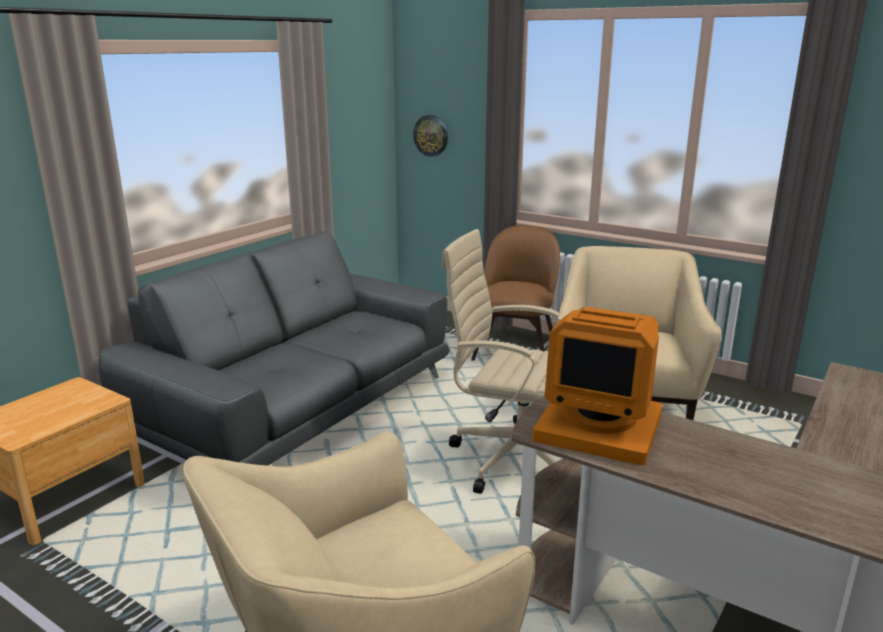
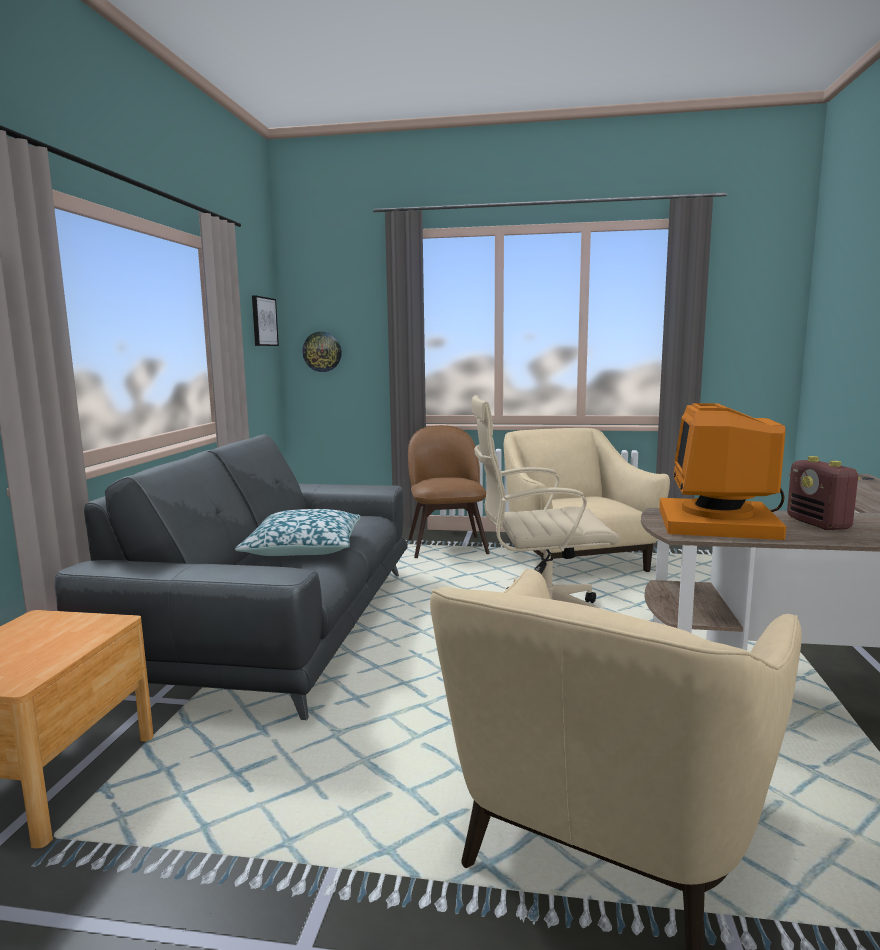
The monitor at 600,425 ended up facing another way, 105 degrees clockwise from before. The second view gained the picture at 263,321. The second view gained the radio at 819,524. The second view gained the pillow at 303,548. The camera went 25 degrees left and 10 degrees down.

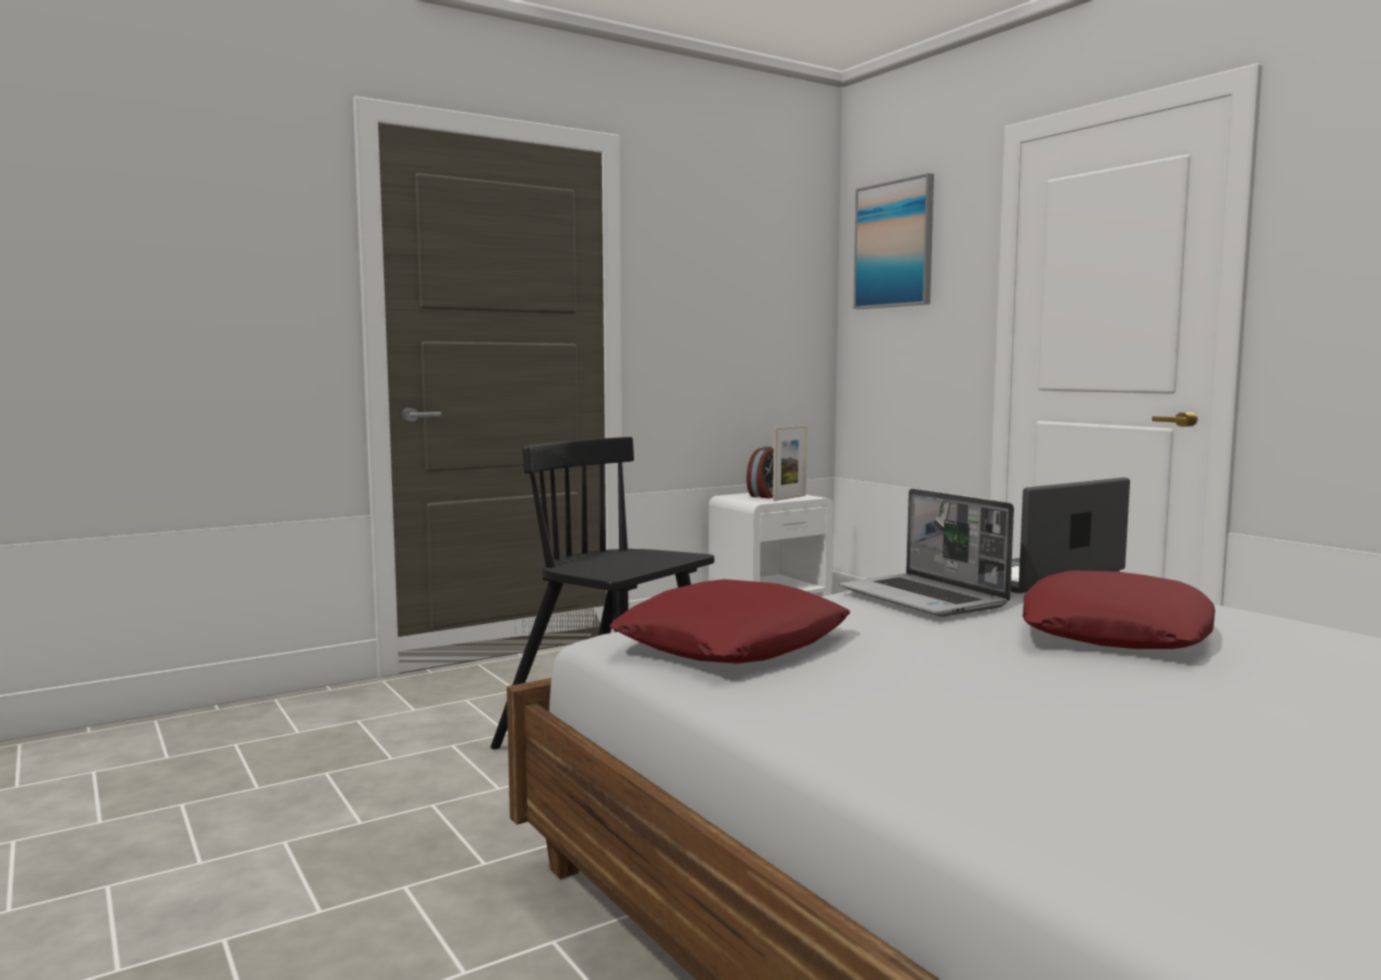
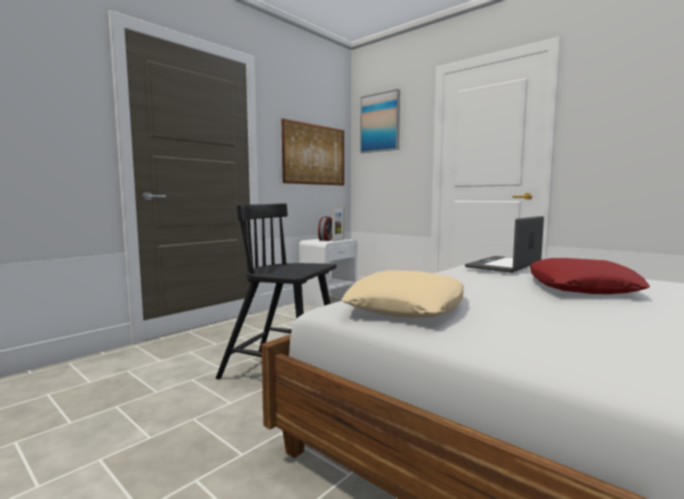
The second view lost the laptop at 924,598. What was the pillow/red at 732,643 turned into the pillow/beige at 406,306. The second view gained the picture at 315,155. The camera went 15 degrees left and 0 degrees up.

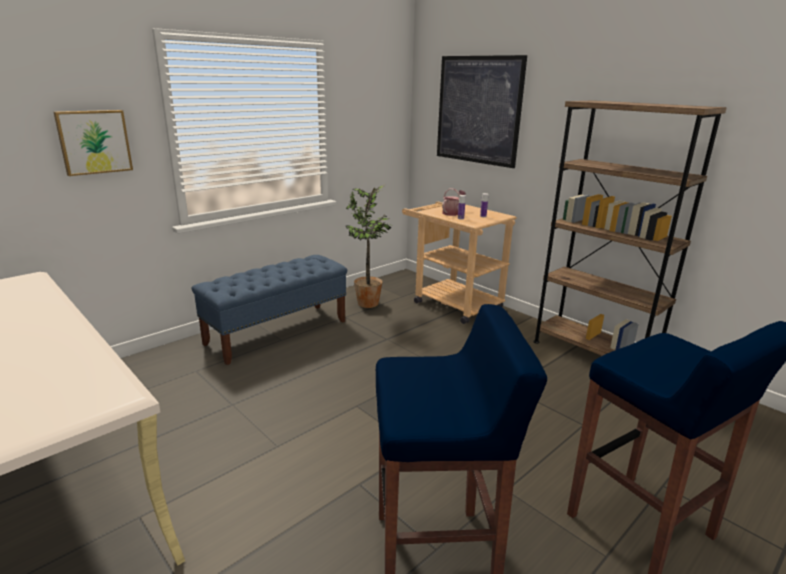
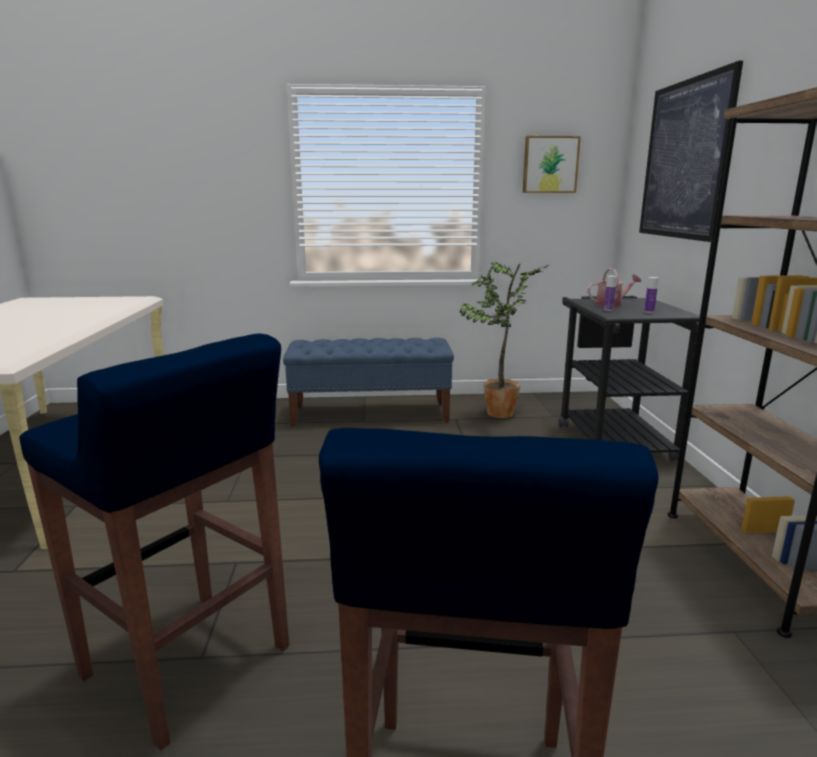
The picture ended up elsewhere, having gone from 94,142 to 550,165. What was the cart/beige at 451,302 turned into the cart/black at 609,438. The camera went 40 degrees right and 5 degrees down.

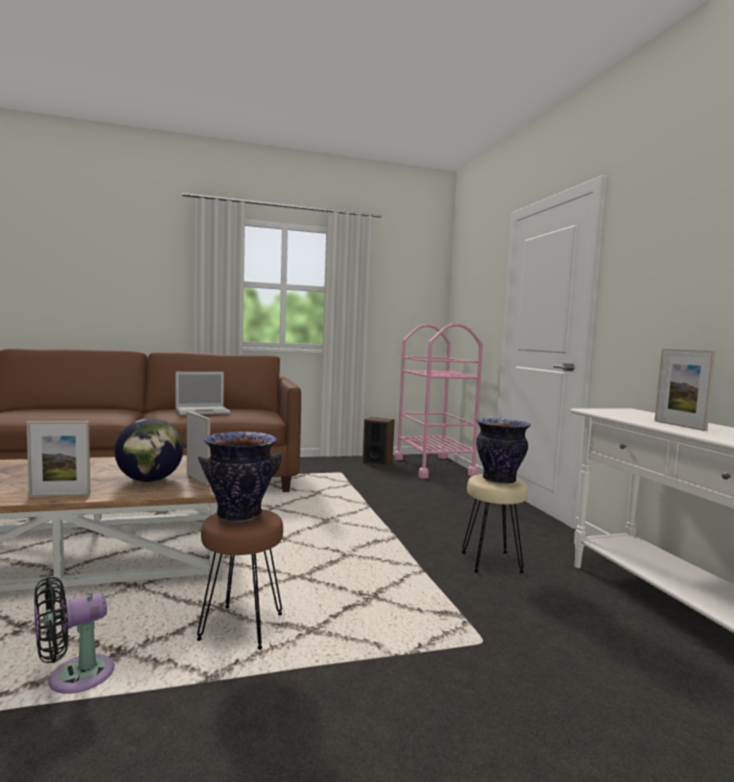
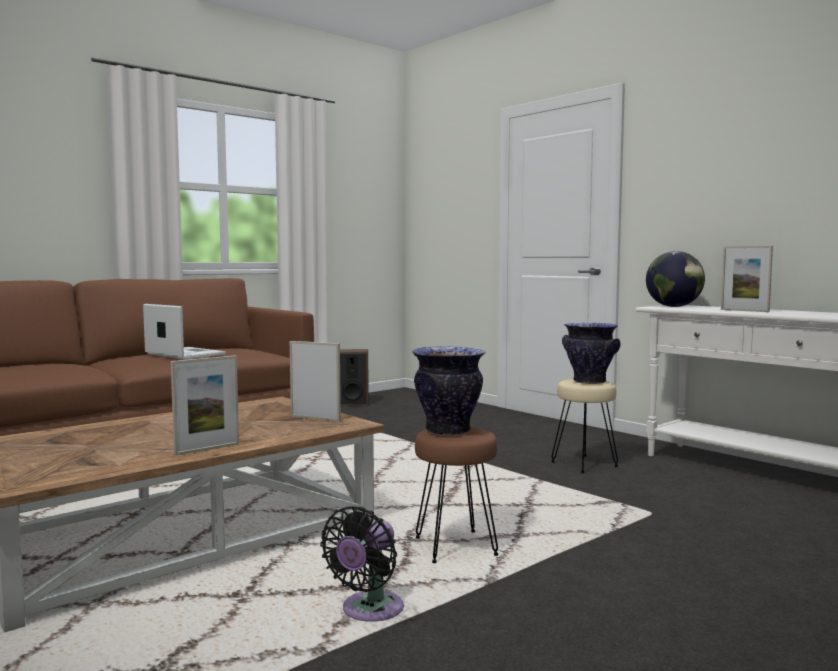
The second view lost the cart/pink at 434,467. The laptop at 203,411 ended up facing another way, 90 degrees counterclockwise from before. The globe ended up elsewhere, having gone from 149,480 to 674,306. The camera went 25 degrees left and 0 degrees up.

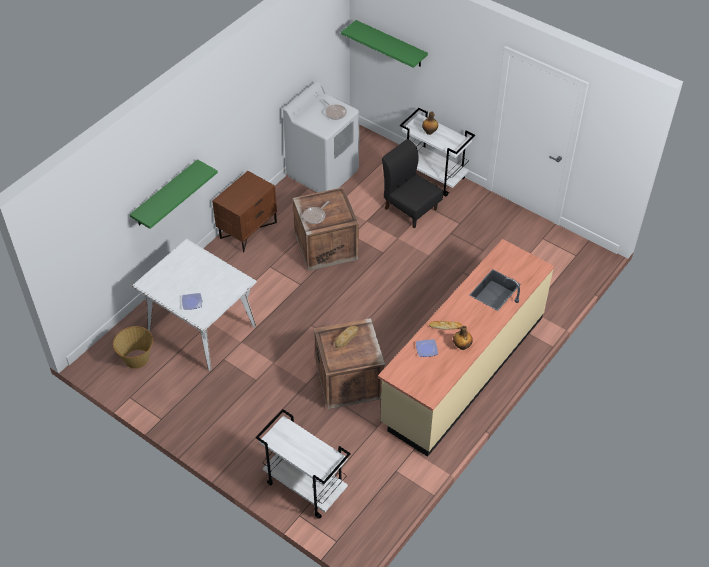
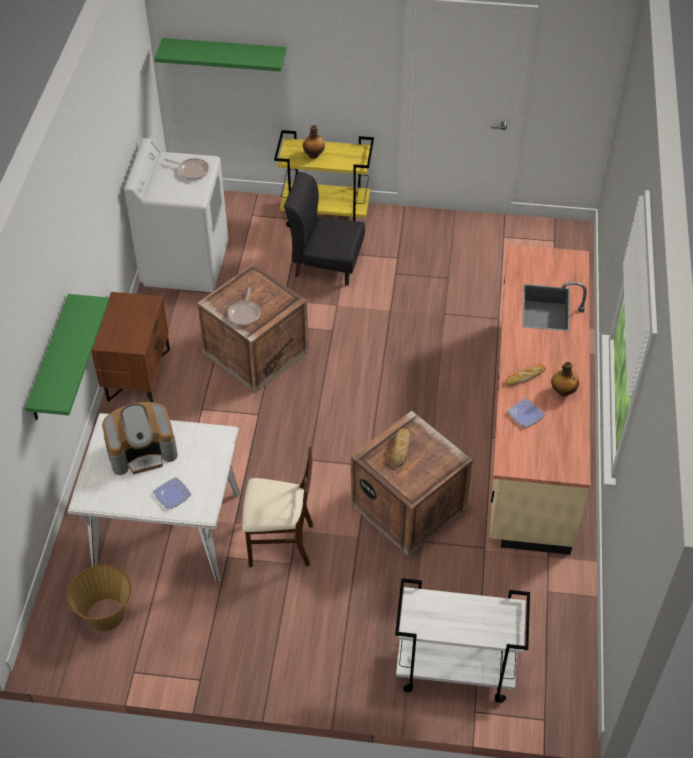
What was the cart/white at 434,176 turned into the cart/yellow at 326,214. The second view gained the coffee machine at 142,451. The second view gained the chair/beige at 280,543. The camera went 30 degrees left and 0 degrees up.

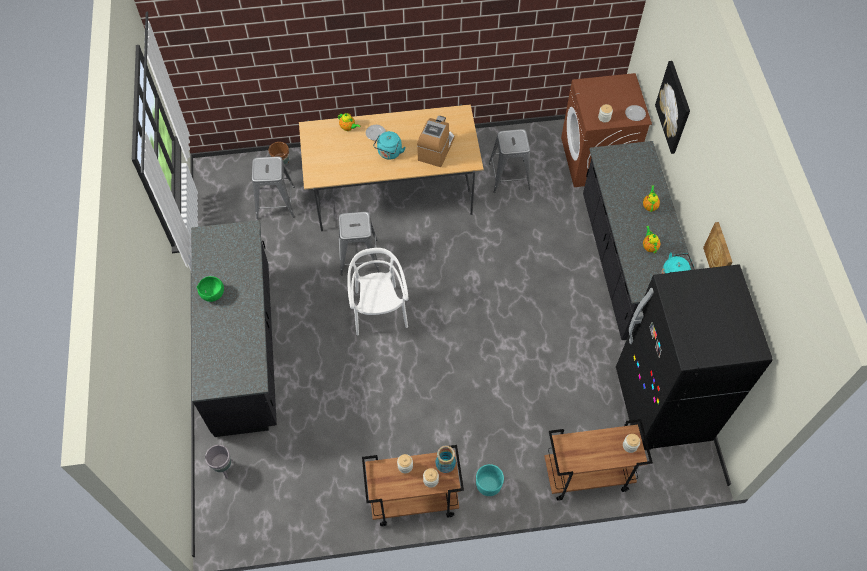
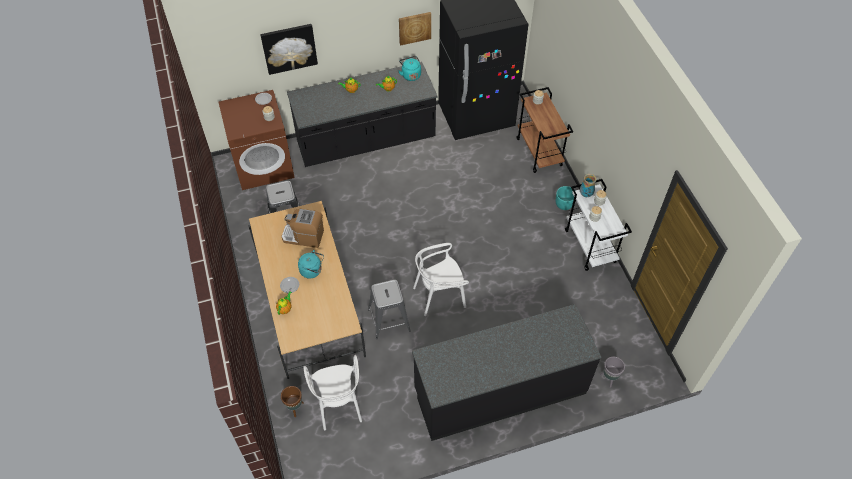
Where the stool/grey stood at 276,203, the chair/white came to stand at 338,404. The second view lost the bowl/green at 213,294. What was the cart/brown at 413,501 turned into the cart/white at 590,246. The camera went 100 degrees left and 5 degrees down.

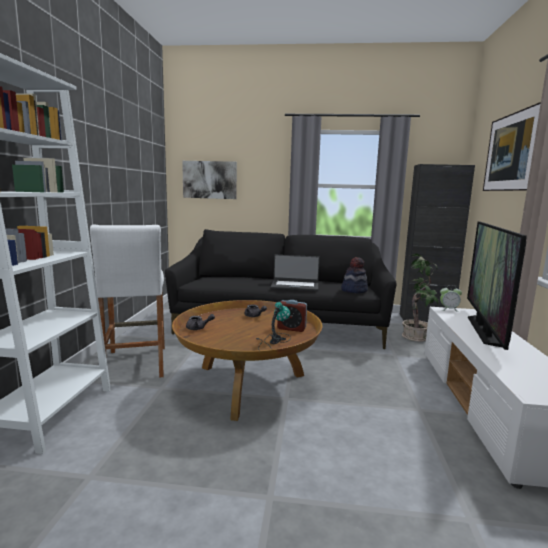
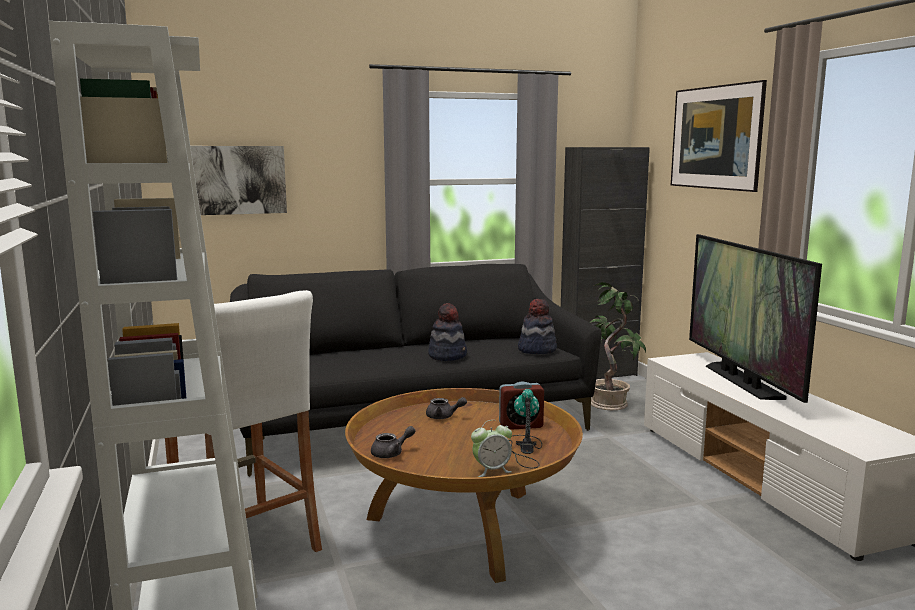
Where the laptop stood at 295,286, the hat came to stand at 447,356. The alarm clock ended up elsewhere, having gone from 448,309 to 491,470. The camera went 25 degrees left and 0 degrees up.

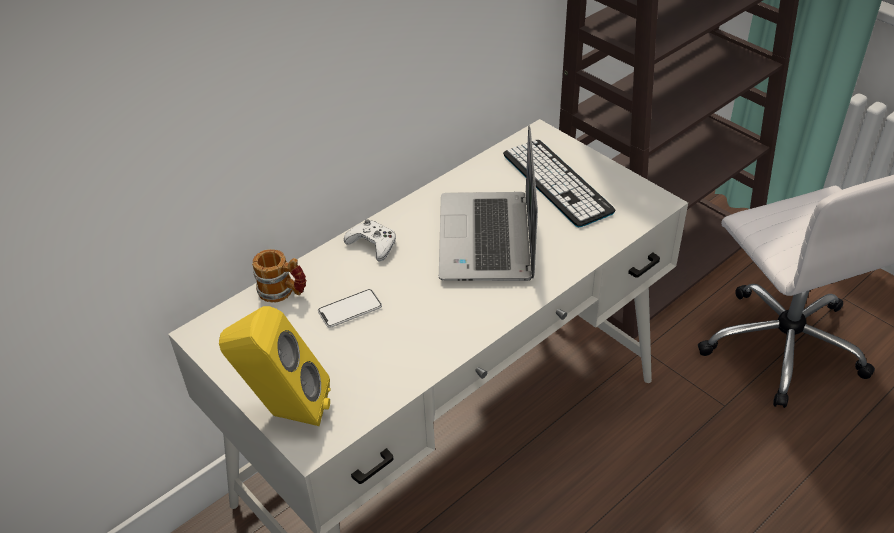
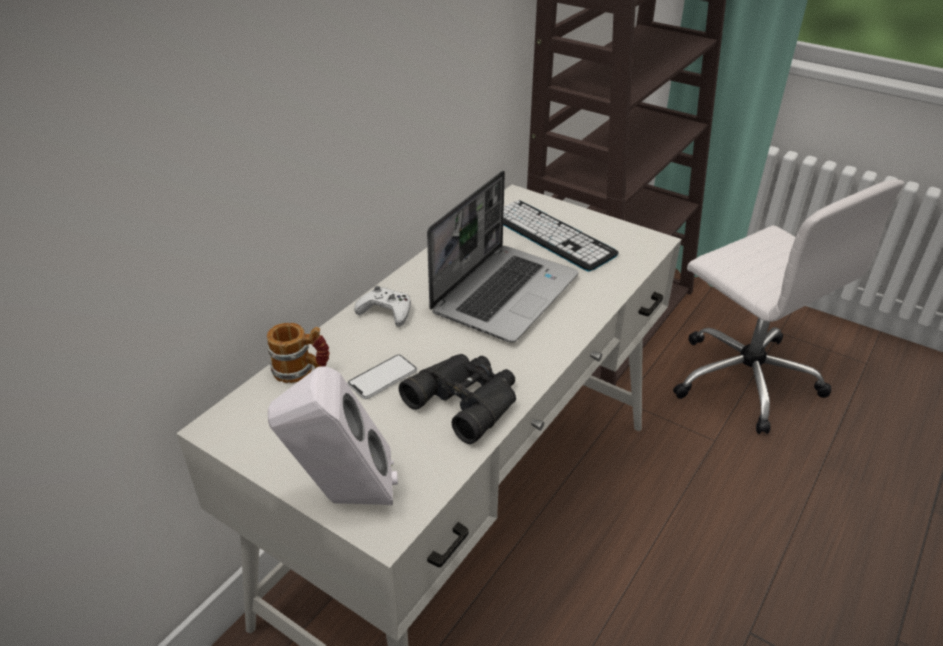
The laptop at 488,240 ended up facing another way, 135 degrees counterclockwise from before. What was the speaker/yellow at 285,412 turned into the speaker/white at 343,497. The second view gained the binoculars/black at 467,399. The camera went 15 degrees left and 5 degrees down.

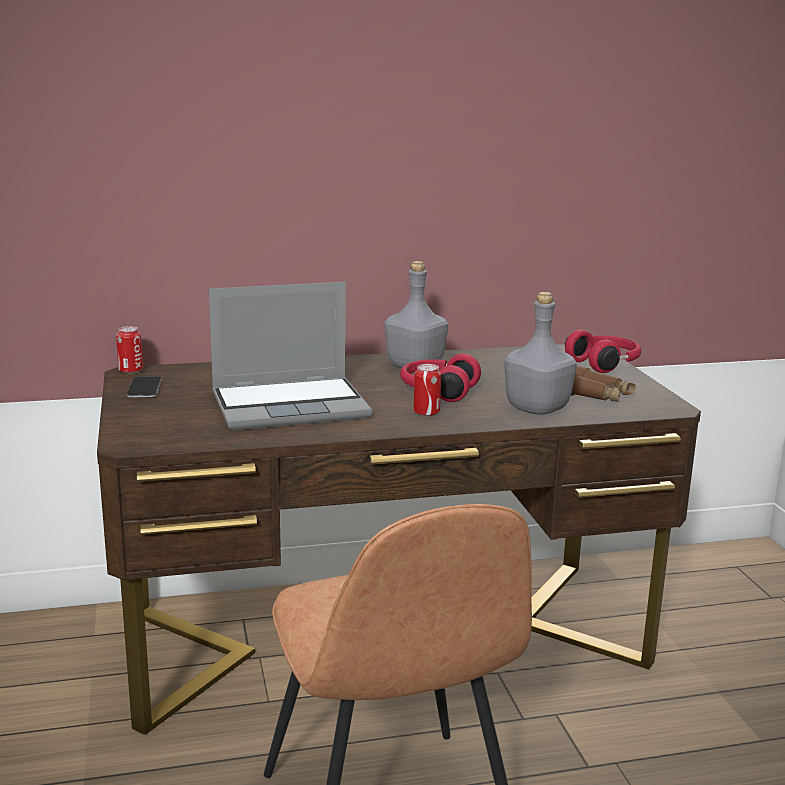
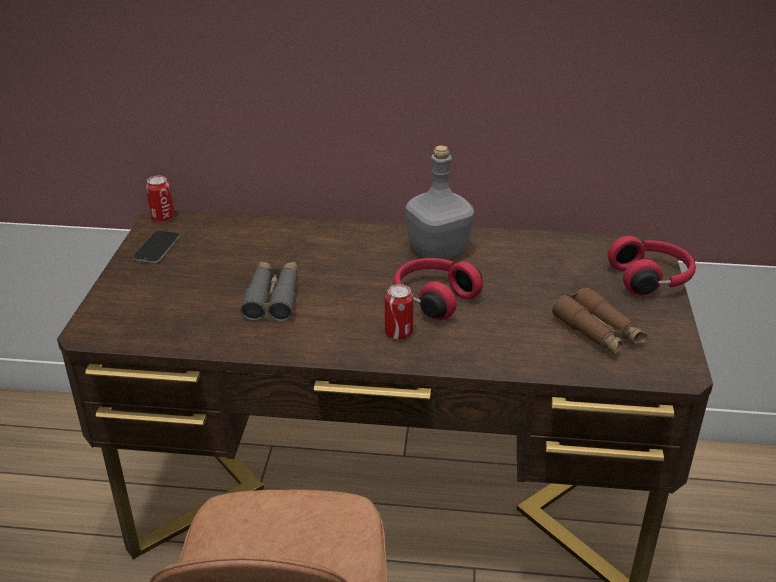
Where the laptop stood at 291,406, the binoculars/grey came to stand at 273,298. The second view lost the bottle/grey at 536,408. The camera went 20 degrees right and 15 degrees up.

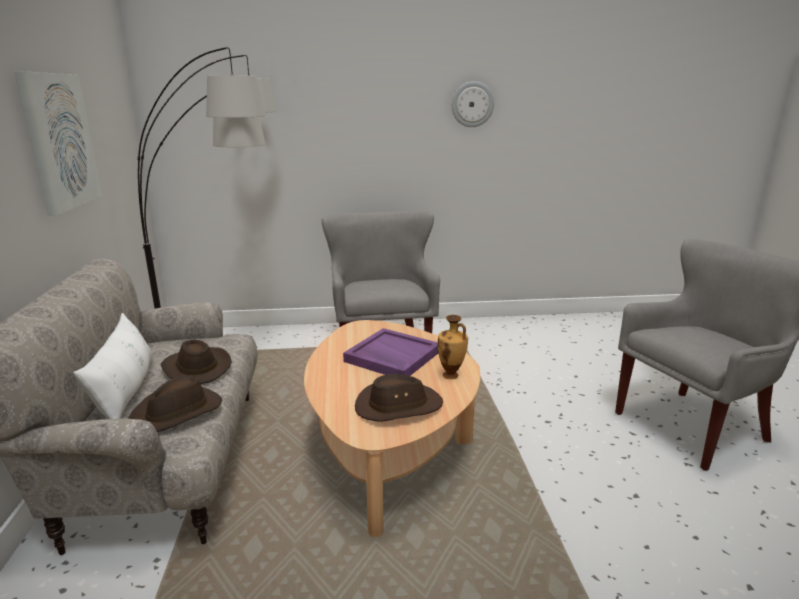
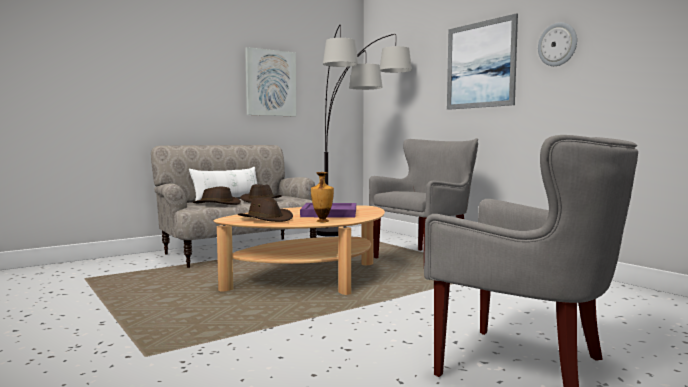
The second view gained the picture at 480,65. The camera went 60 degrees right and 15 degrees down.

